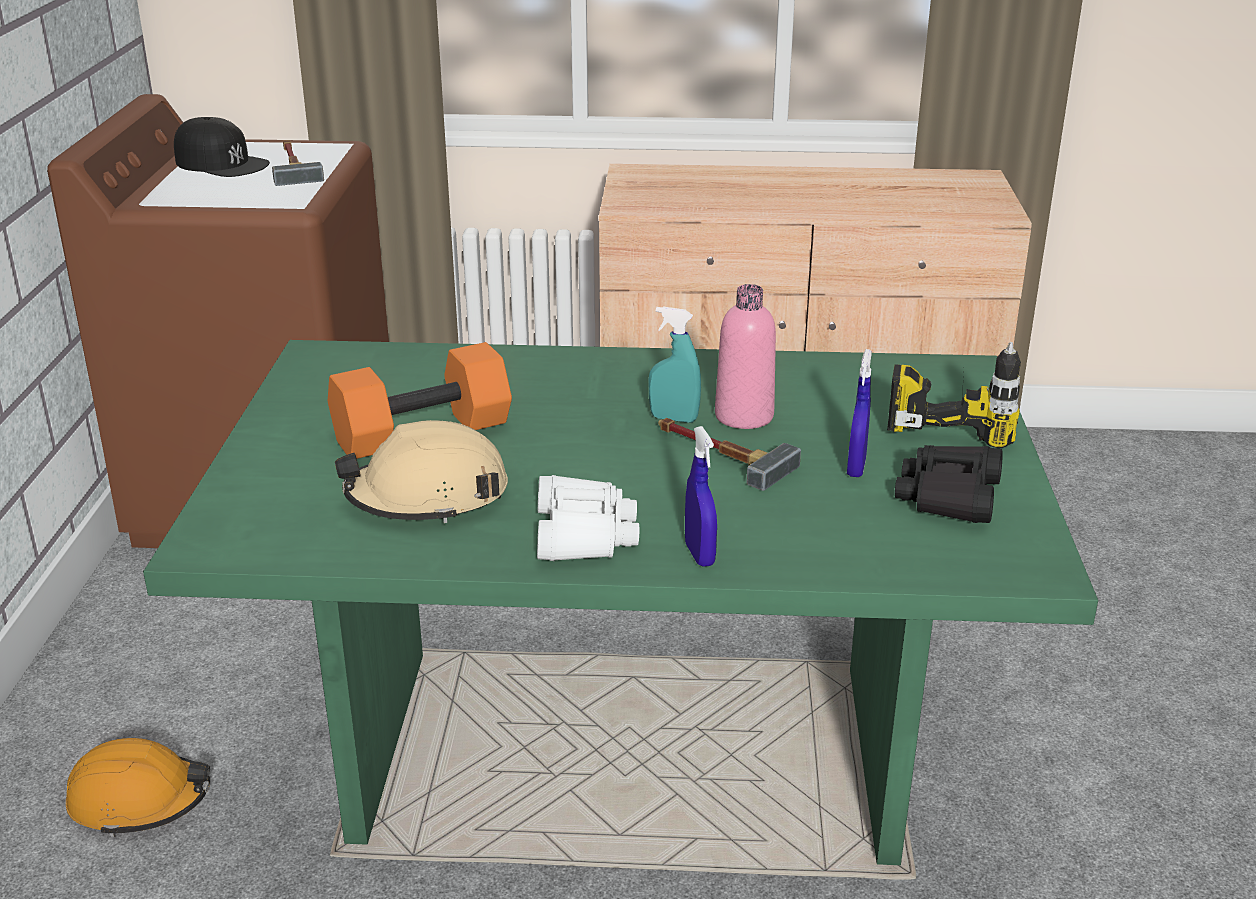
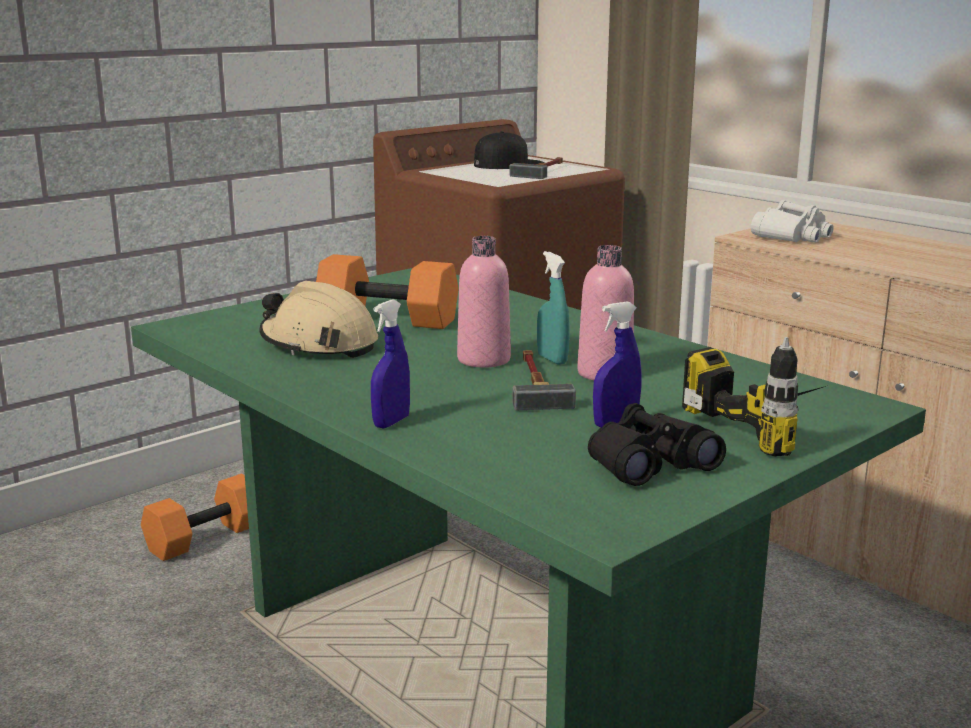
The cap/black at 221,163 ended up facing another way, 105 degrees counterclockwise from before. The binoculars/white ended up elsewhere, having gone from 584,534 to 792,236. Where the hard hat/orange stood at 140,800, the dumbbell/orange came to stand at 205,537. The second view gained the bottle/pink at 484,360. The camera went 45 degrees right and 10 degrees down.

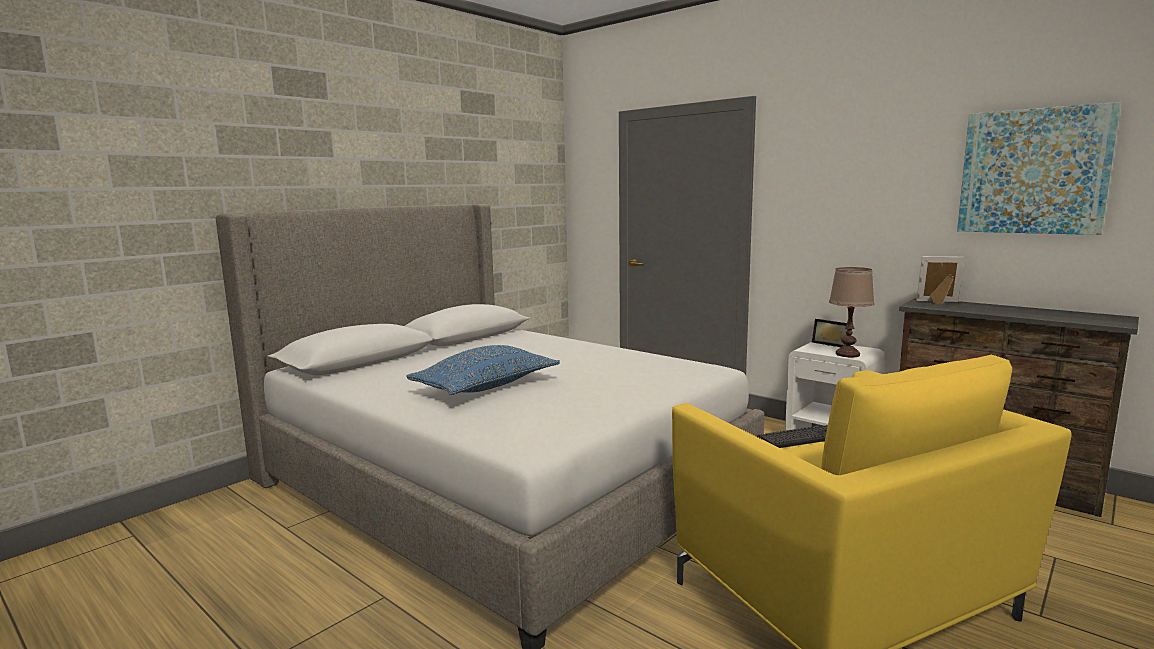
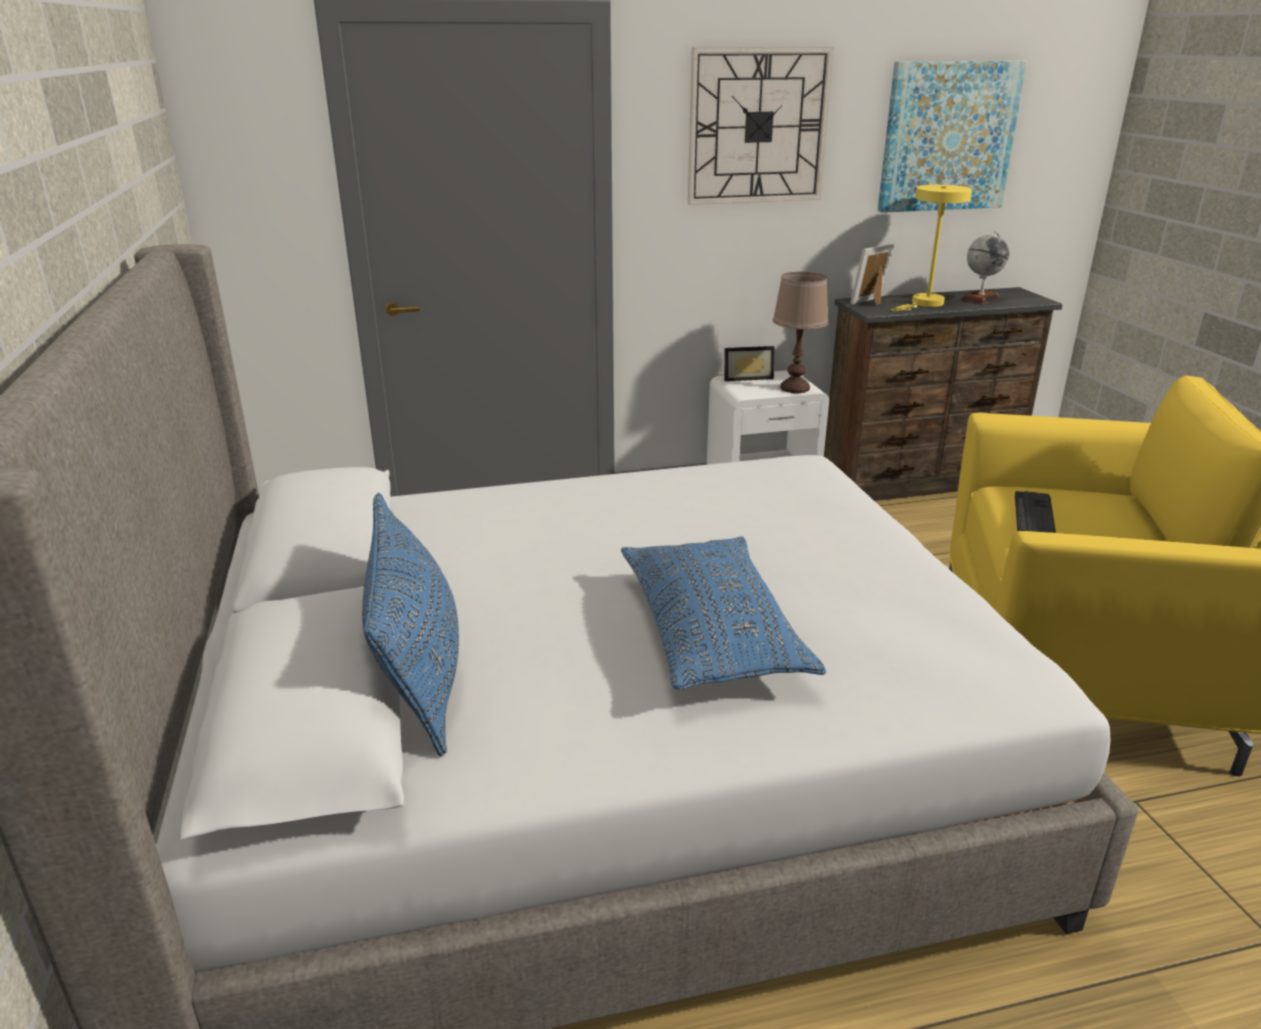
The second view gained the wall clock at 757,126. The second view gained the table lamp/yellow at 924,304. The second view gained the globe at 980,299. The second view gained the pillow/blue at 418,671. The camera went 55 degrees left and 15 degrees up.

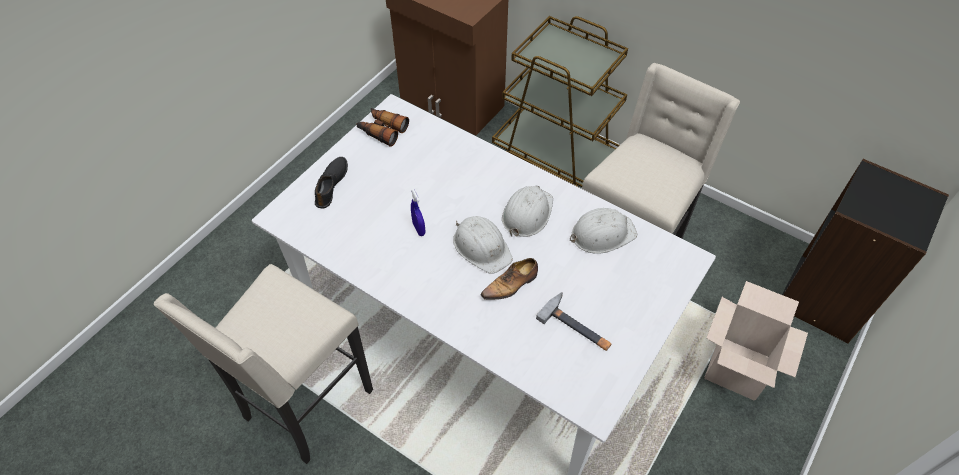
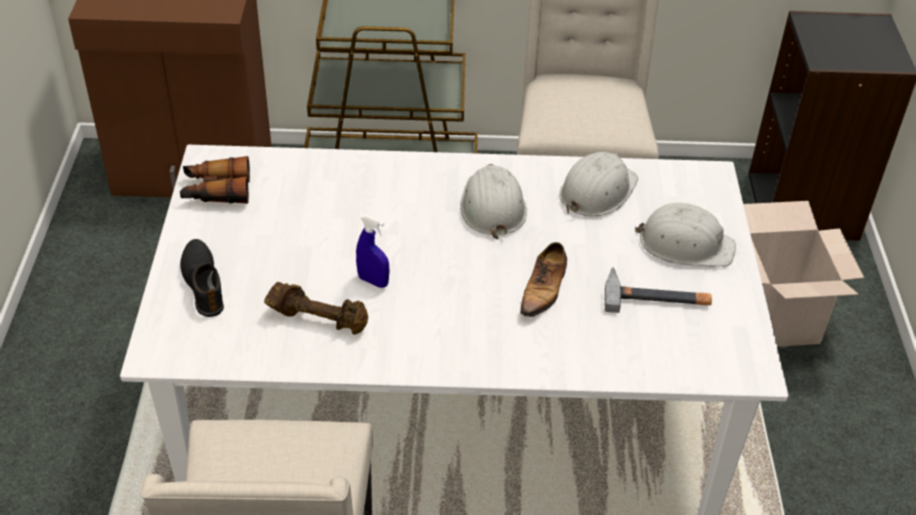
The hard hat/white ended up elsewhere, having gone from 482,247 to 685,244. The second view gained the dumbbell/brown at 319,318. The camera went 35 degrees left and 10 degrees down.

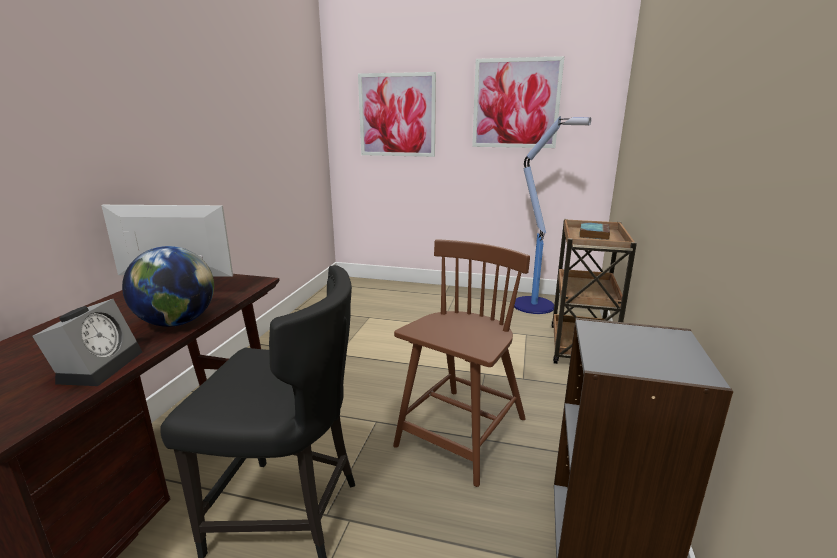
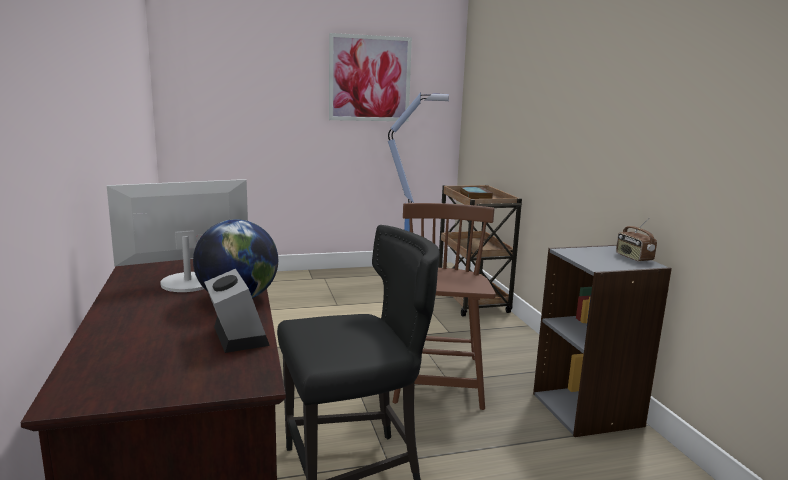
The second view lost the picture at 397,115. The second view gained the radio at 633,257. The camera went 30 degrees left and 5 degrees down.

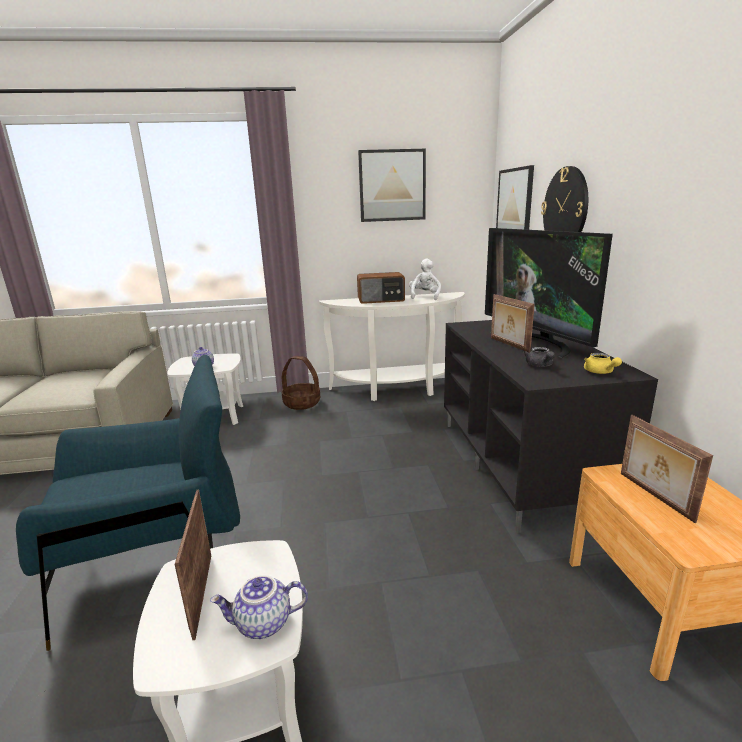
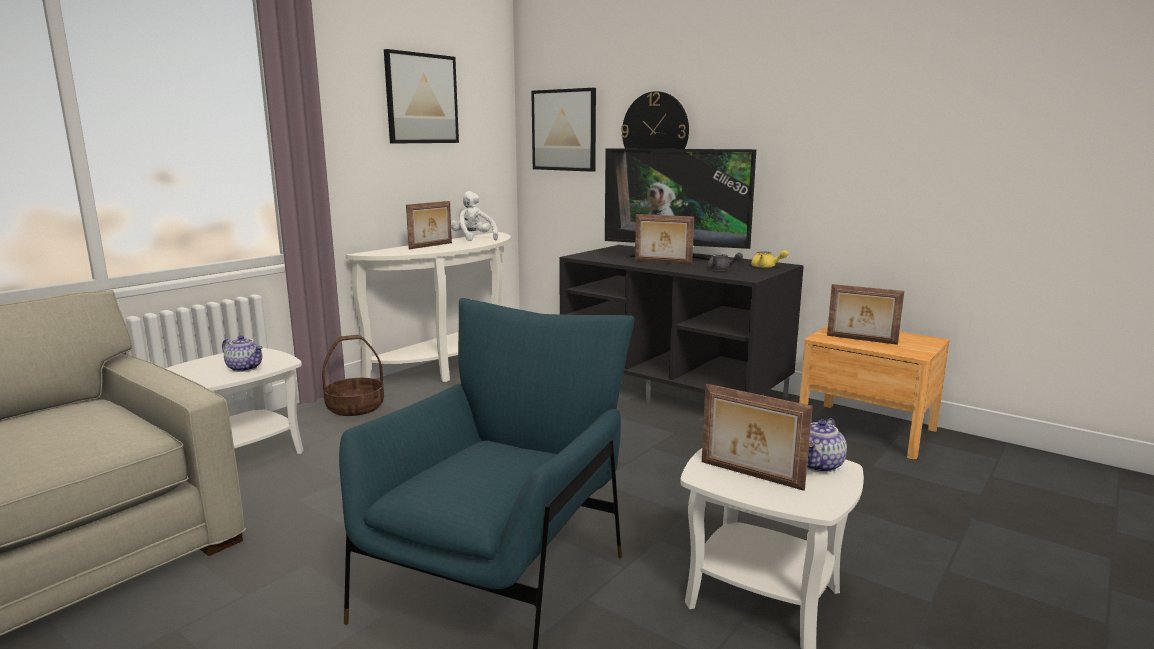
Where the radio stood at 381,300, the picture frame came to stand at 431,246. The camera went 45 degrees left and 5 degrees down.

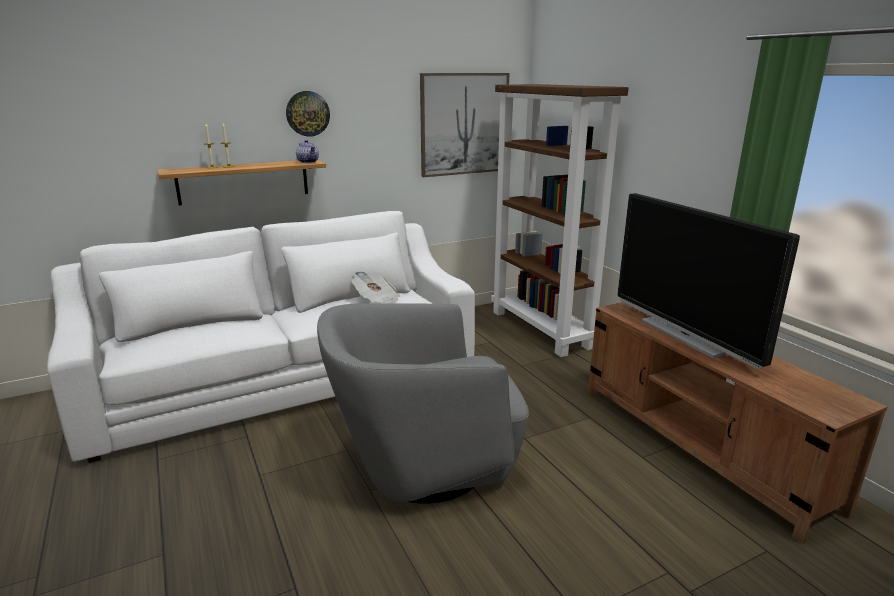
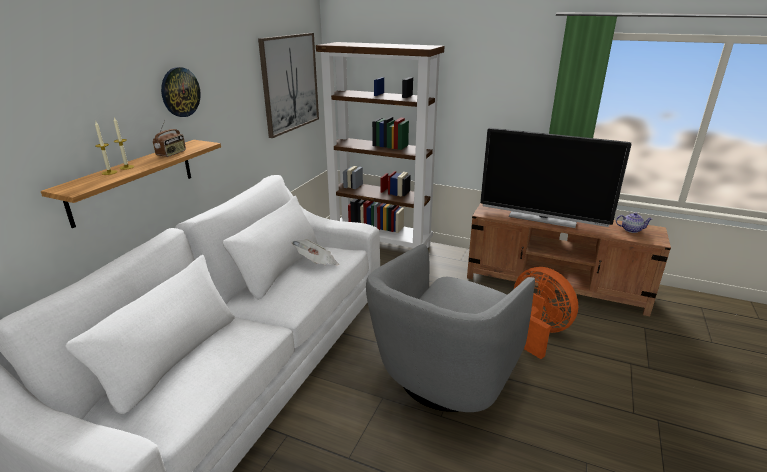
The teapot ended up elsewhere, having gone from 308,162 to 631,230. The second view gained the radio at 171,154. The second view gained the fan/orange at 536,332. The camera went 40 degrees left and 5 degrees up.

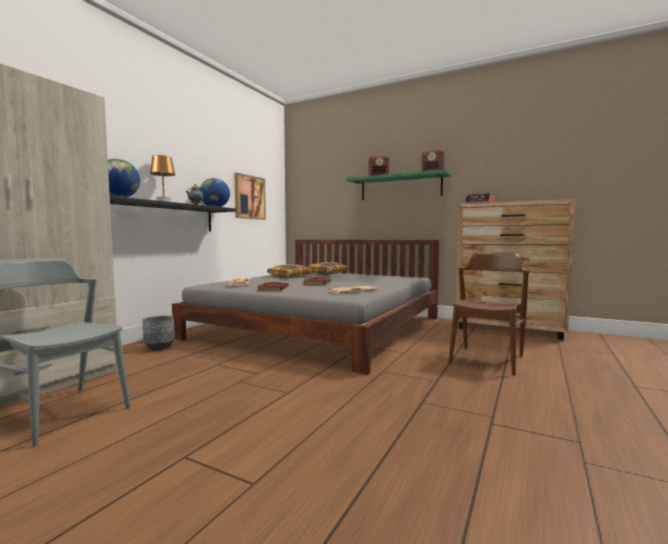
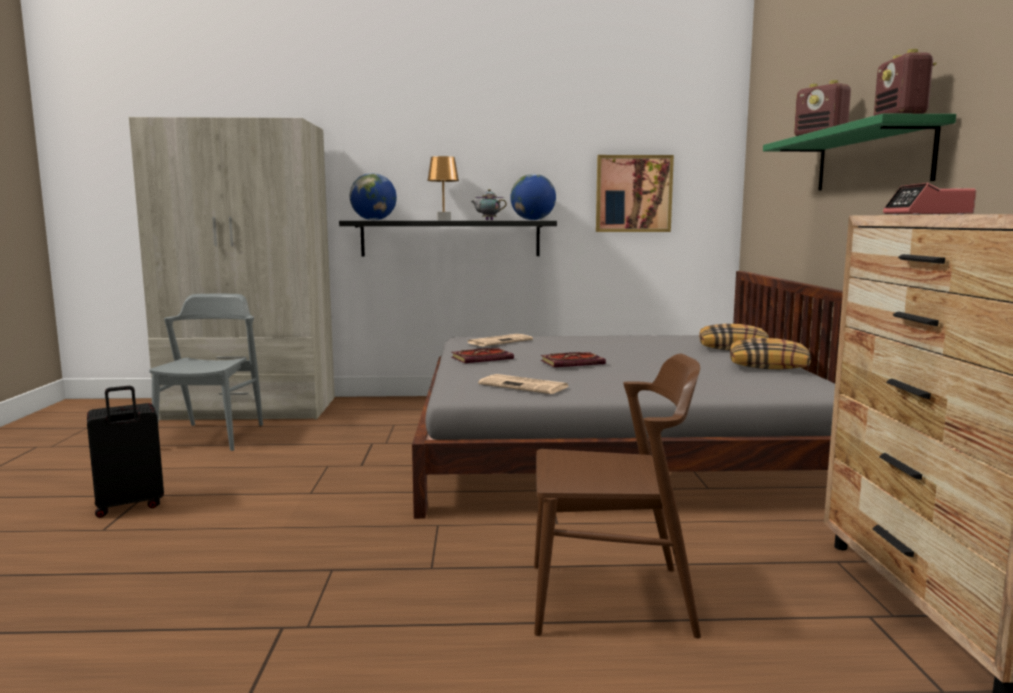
The pillow ended up elsewhere, having gone from 290,276 to 769,366. The second view lost the planter/grey at 159,347. The second view gained the suitcase/black at 129,506. The camera went 60 degrees right and 5 degrees up.

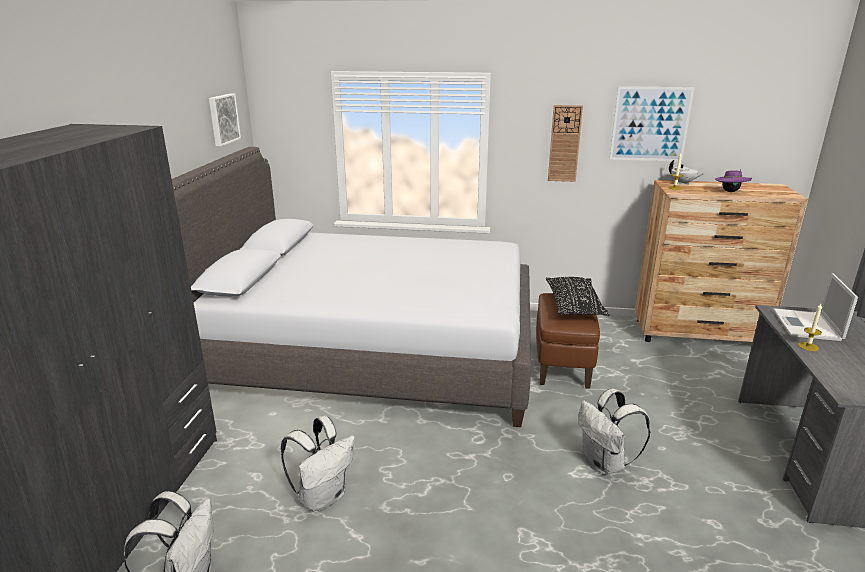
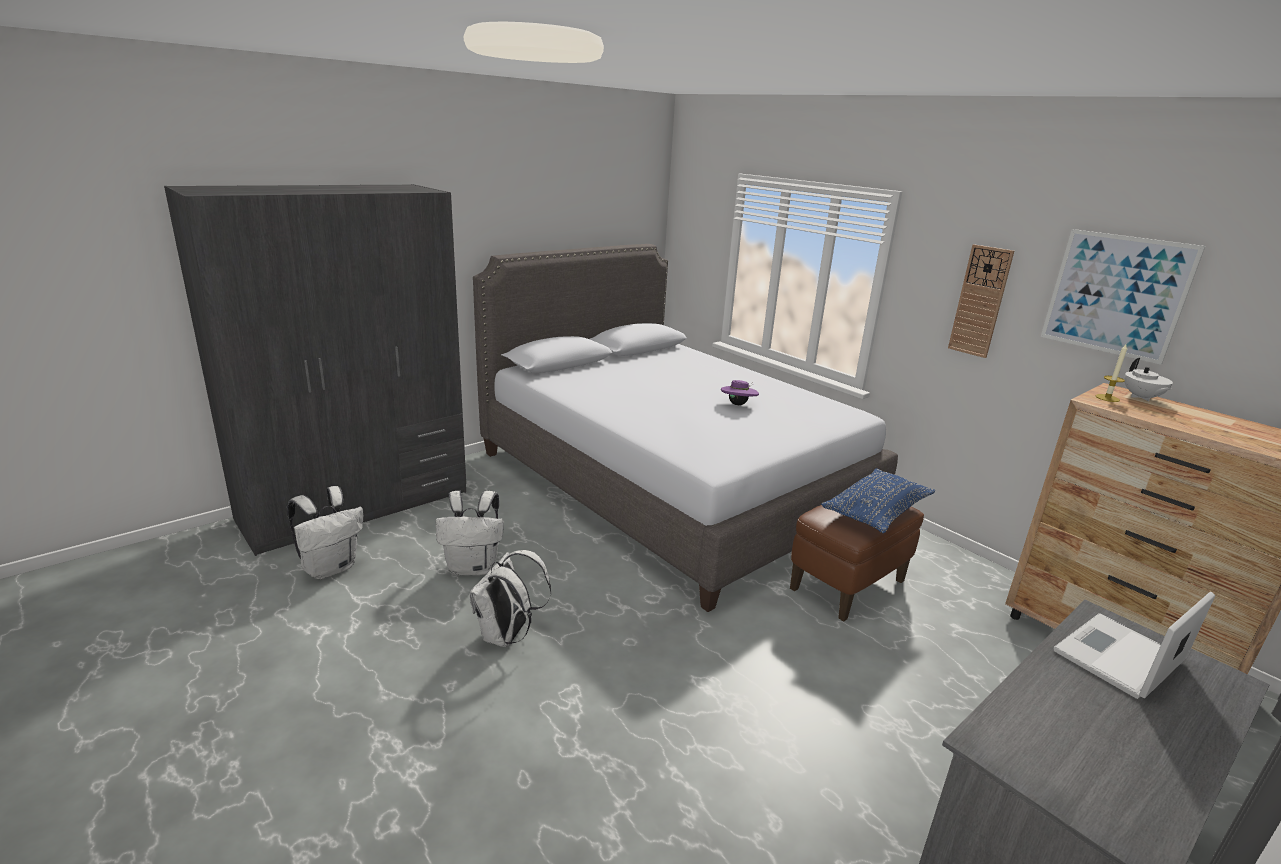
The second view lost the picture at 223,119. The hat/purple ended up elsewhere, having gone from 730,191 to 738,404. What was the pillow/black at 574,305 turned into the pillow/blue at 876,511. The second view lost the candle at 808,346. The backpack/white ended up elsewhere, having gone from 605,464 to 507,636. The camera went 40 degrees right and 0 degrees up.

